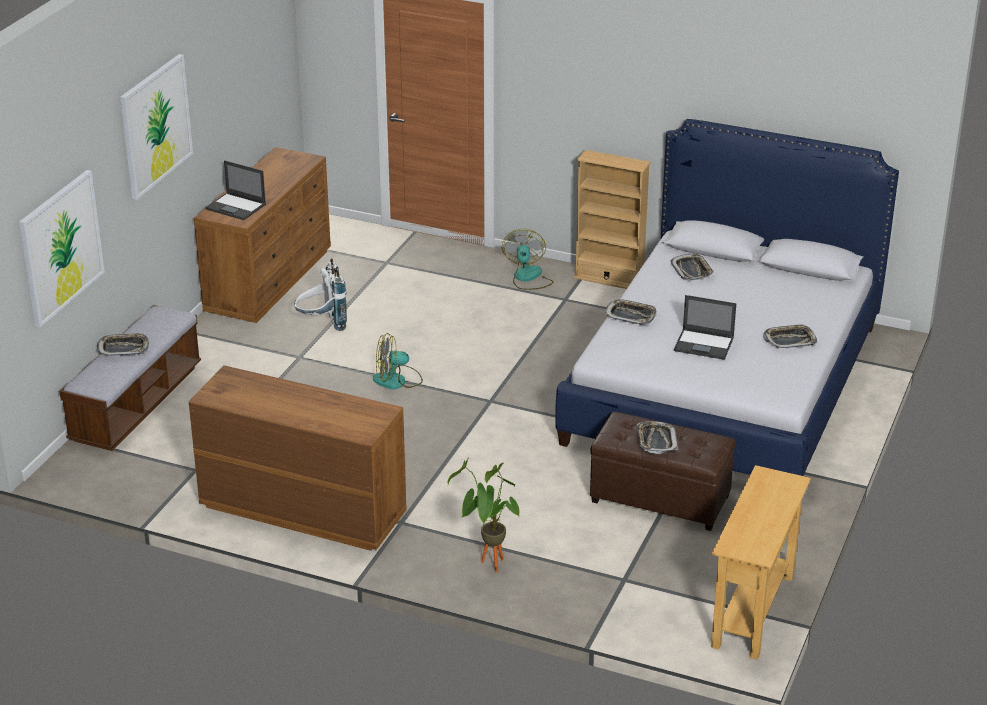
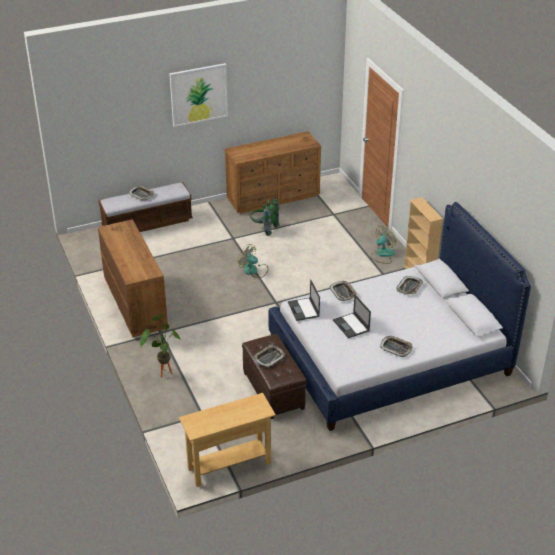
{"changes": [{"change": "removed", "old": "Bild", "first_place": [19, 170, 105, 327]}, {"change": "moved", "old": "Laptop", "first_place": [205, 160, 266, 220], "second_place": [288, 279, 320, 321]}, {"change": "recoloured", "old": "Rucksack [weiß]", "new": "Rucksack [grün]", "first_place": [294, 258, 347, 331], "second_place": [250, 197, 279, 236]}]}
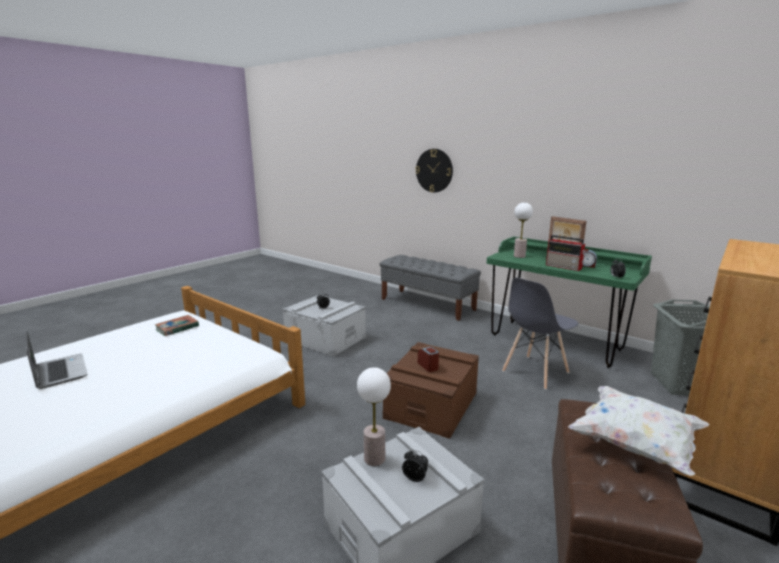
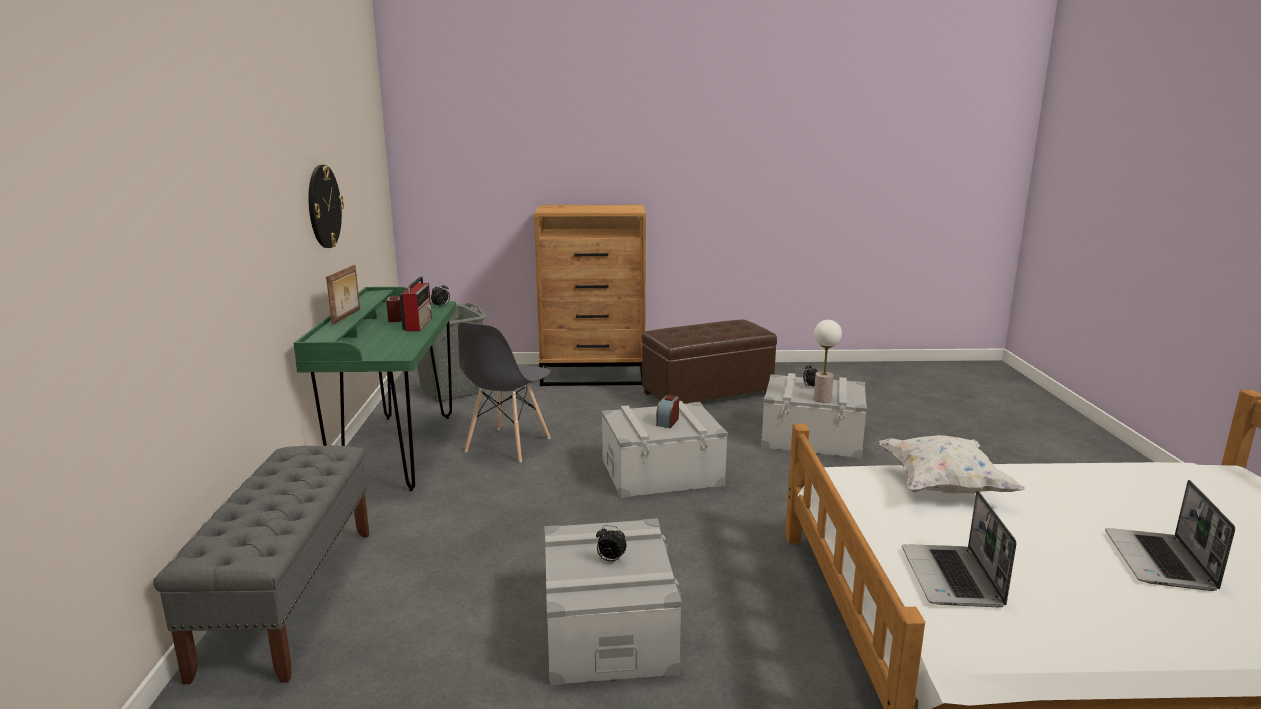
{"changes": [{"change": "replaced", "old": "Buch", "new": "Laptop", "first_place": [155, 315, 199, 336], "second_place": [902, 490, 1016, 607]}, {"change": "recoloured", "old": "Aufbewahrungsbox [braun]", "new": "Aufbewahrungsbox [grau]", "first_place": [383, 342, 479, 439], "second_place": [601, 401, 728, 498]}, {"change": "moved", "old": "Wanduhr", "first_place": [415, 149, 453, 193], "second_place": [309, 165, 344, 248]}, {"change": "turned", "old": "Stuhl [grau]", "first_place": [502, 278, 579, 390], "second_place": [458, 322, 551, 463], "degrees": 105}, {"change": "removed", "old": "Tischlampe", "first_place": [514, 202, 533, 258]}, {"change": "moved", "old": "Kissen [weiß]", "first_place": [568, 386, 709, 476], "second_place": [879, 435, 1025, 494]}]}
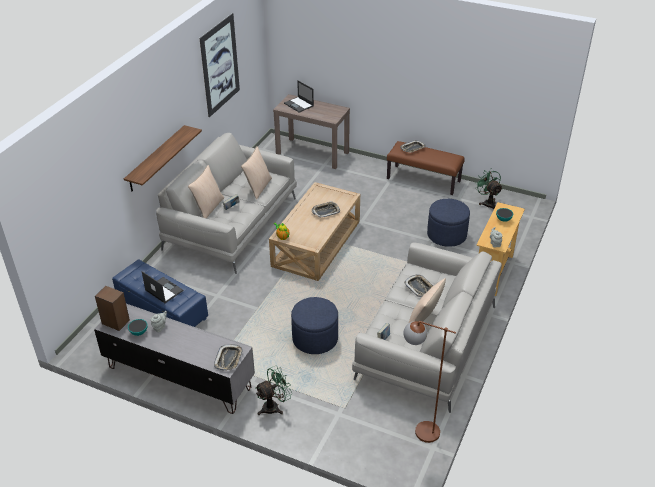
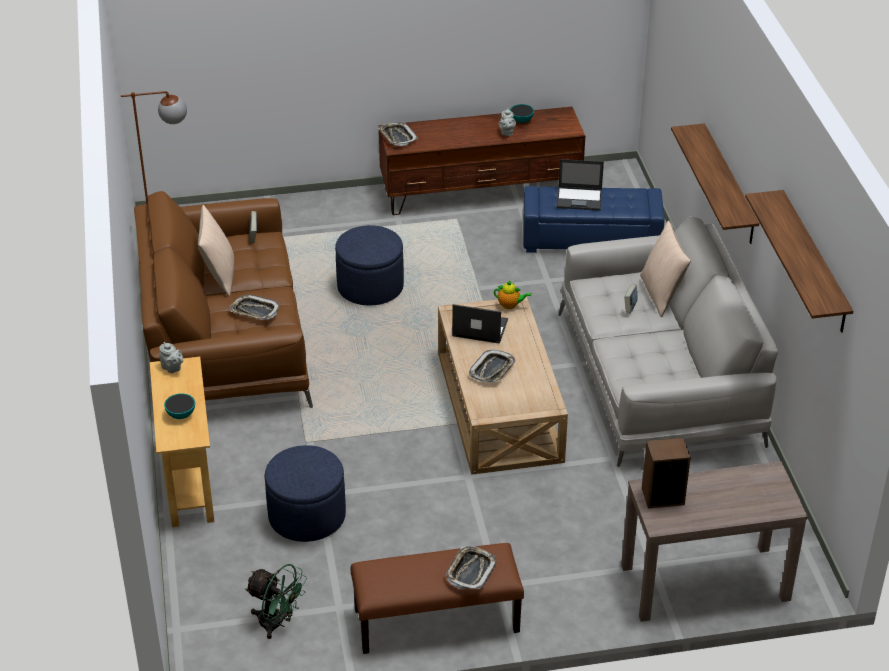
{"changes": [{"change": "recoloured", "old": "Fernsehschrank [grau]", "new": "Fernsehschrank [braun]", "first_place": [94, 304, 255, 414], "second_place": [379, 107, 585, 215]}, {"change": "moved", "old": "Lautsprecher", "first_place": [95, 286, 130, 331], "second_place": [642, 437, 691, 509]}, {"change": "replaced", "old": "Bild", "new": "Wandregal", "first_place": [199, 13, 240, 117], "second_place": [745, 190, 853, 333]}, {"change": "removed", "old": "Kissen [beige]", "first_place": [241, 146, 272, 200]}, {"change": "removed", "old": "Ventilator [grün]", "first_place": [255, 366, 292, 415]}, {"change": "moved", "old": "Laptop", "first_place": [284, 80, 314, 113], "second_place": [452, 304, 508, 344]}, {"change": "recoloured", "old": "Sofa [grau]", "new": "Sofa [braun]", "first_place": [352, 243, 502, 413], "second_place": [134, 191, 313, 408]}]}
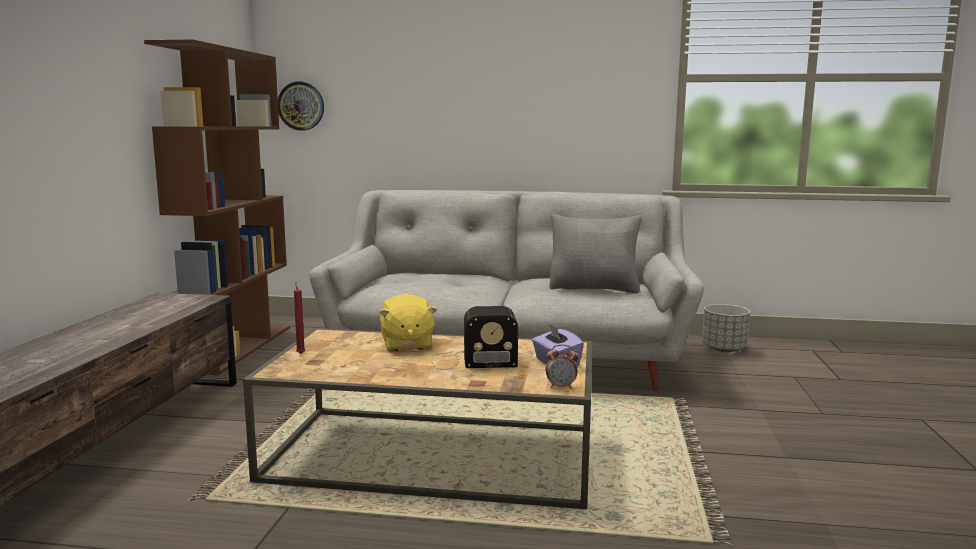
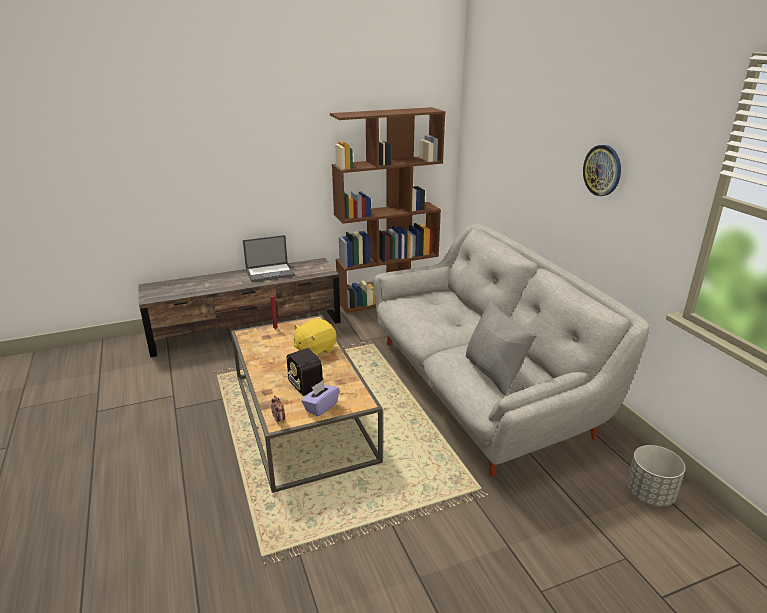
{"changes": [{"change": "moved", "old": "Wanduhr", "first_place": [278, 81, 324, 131], "second_place": [583, 145, 621, 196]}, {"change": "added", "new": "Laptop", "second_place": [243, 235, 295, 282]}]}
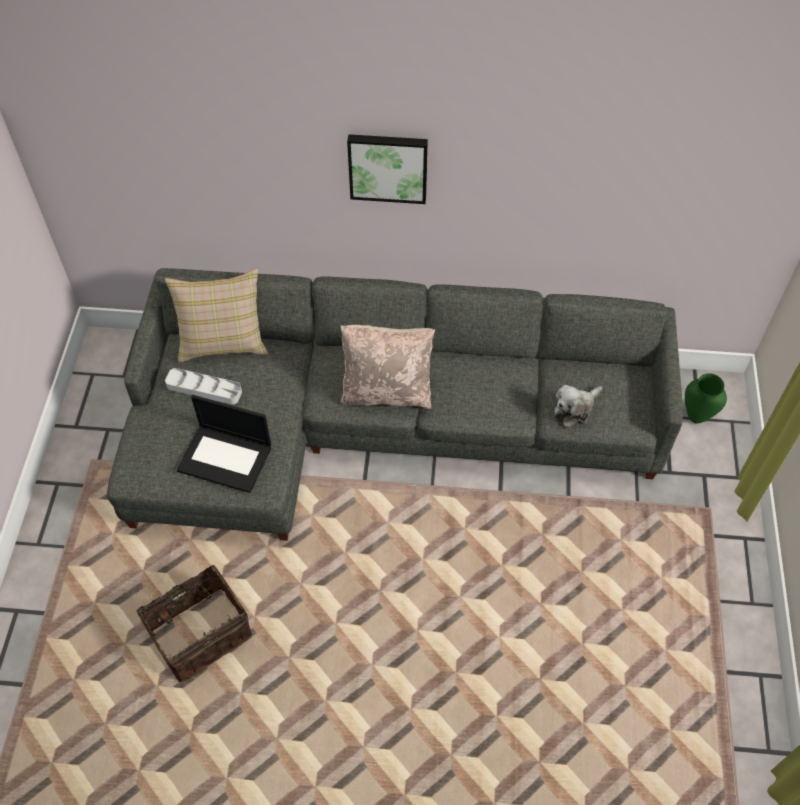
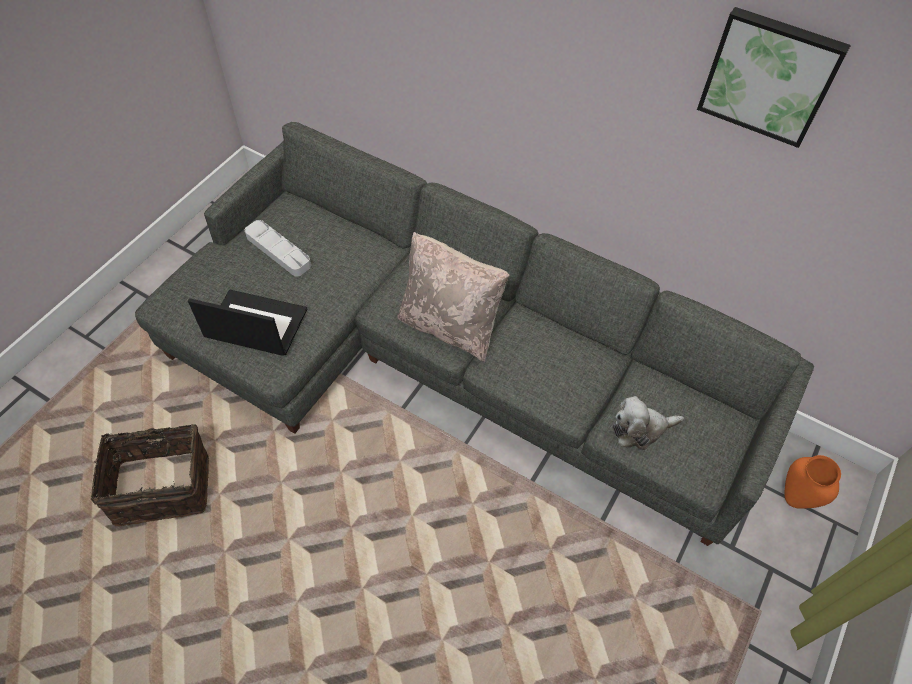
{"changes": [{"change": "removed", "old": "Kissen [beige]", "first_place": [165, 269, 268, 363]}, {"change": "turned", "old": "Laptop", "first_place": [177, 395, 271, 493], "second_place": [188, 290, 307, 356], "degrees": 150}, {"change": "moved", "old": "Bild", "first_place": [347, 134, 428, 204], "second_place": [697, 7, 851, 148]}, {"change": "recoloured", "old": "Vase [grün]", "new": "Vase [orange]", "first_place": [685, 373, 727, 423], "second_place": [784, 455, 841, 509]}]}
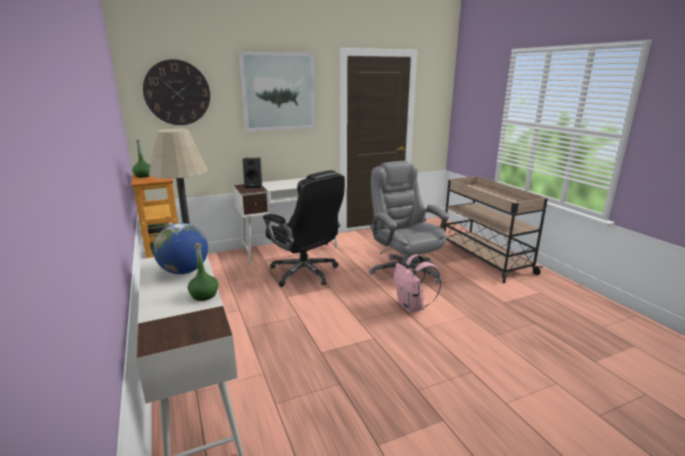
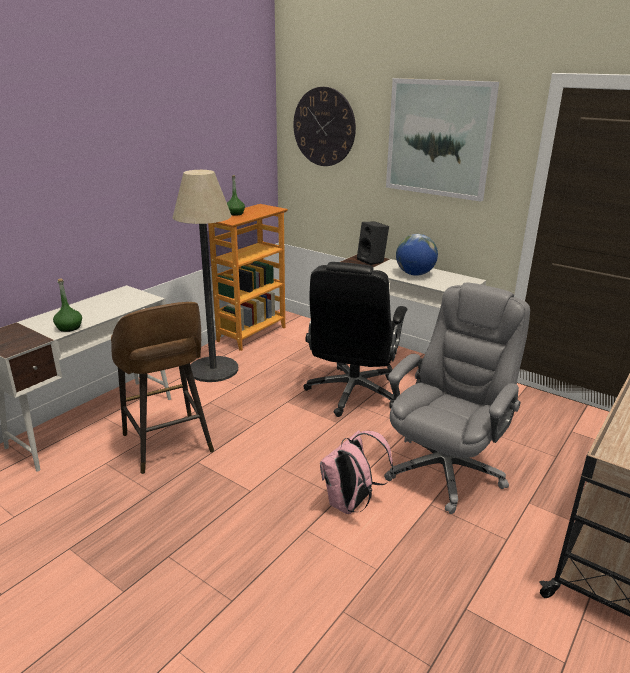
{"changes": [{"change": "moved", "old": "Globus", "first_place": [153, 223, 208, 274], "second_place": [396, 234, 438, 276]}, {"change": "added", "new": "Hocker [braun]", "second_place": [111, 302, 214, 474]}]}
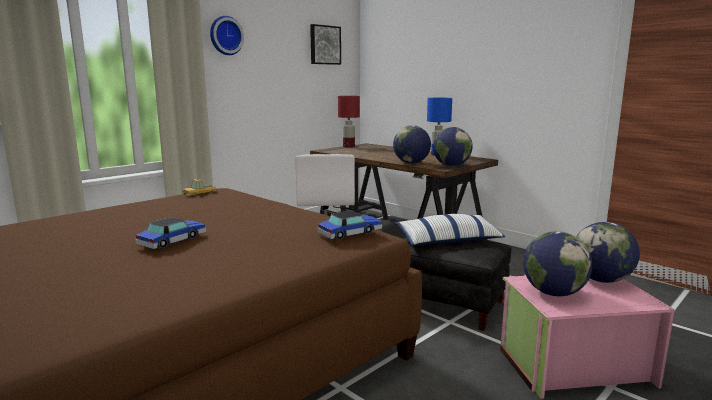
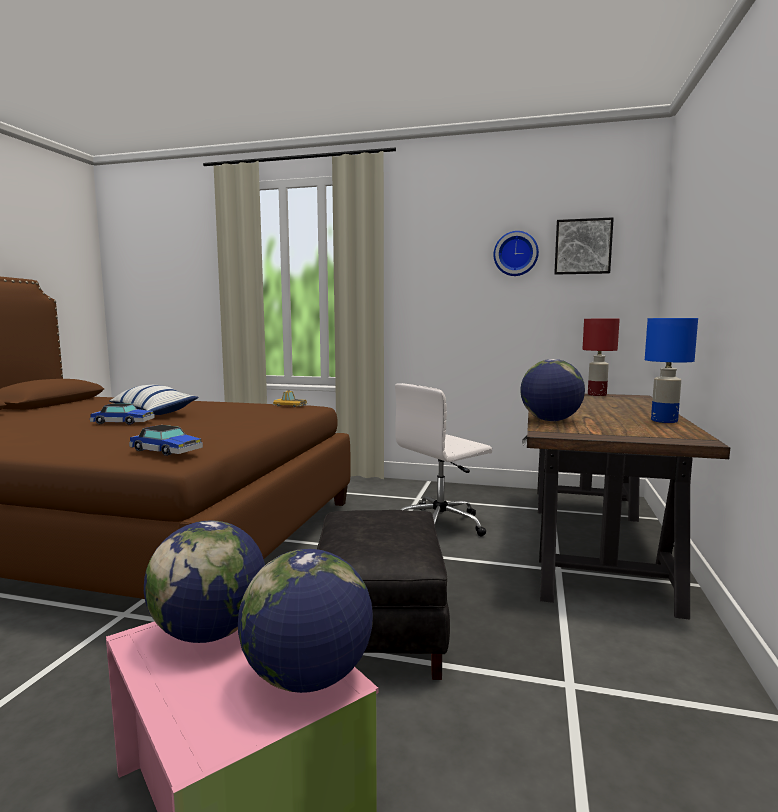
{"changes": [{"change": "moved", "old": "Wanduhr", "first_place": [210, 16, 244, 55], "second_place": [494, 231, 539, 276]}, {"change": "moved", "old": "Kissen", "first_place": [395, 214, 505, 246], "second_place": [109, 385, 199, 415]}, {"change": "removed", "old": "Globus", "first_place": [433, 127, 473, 166]}]}
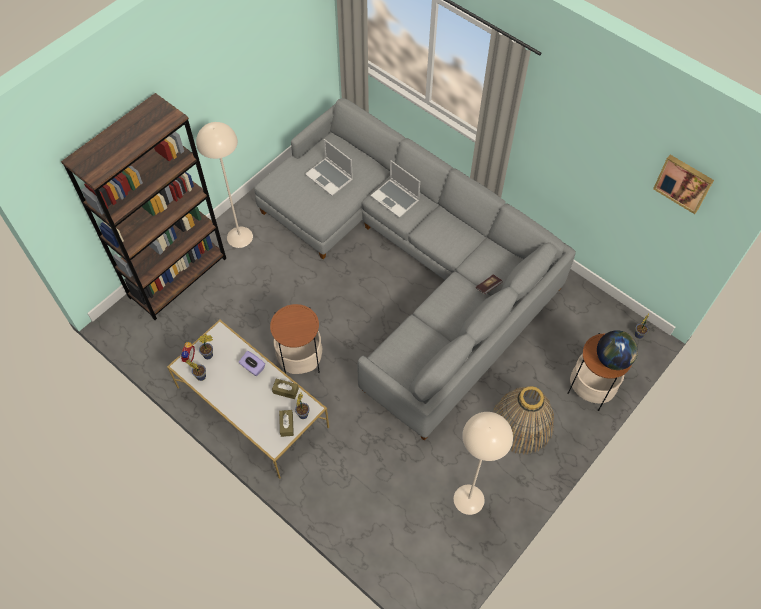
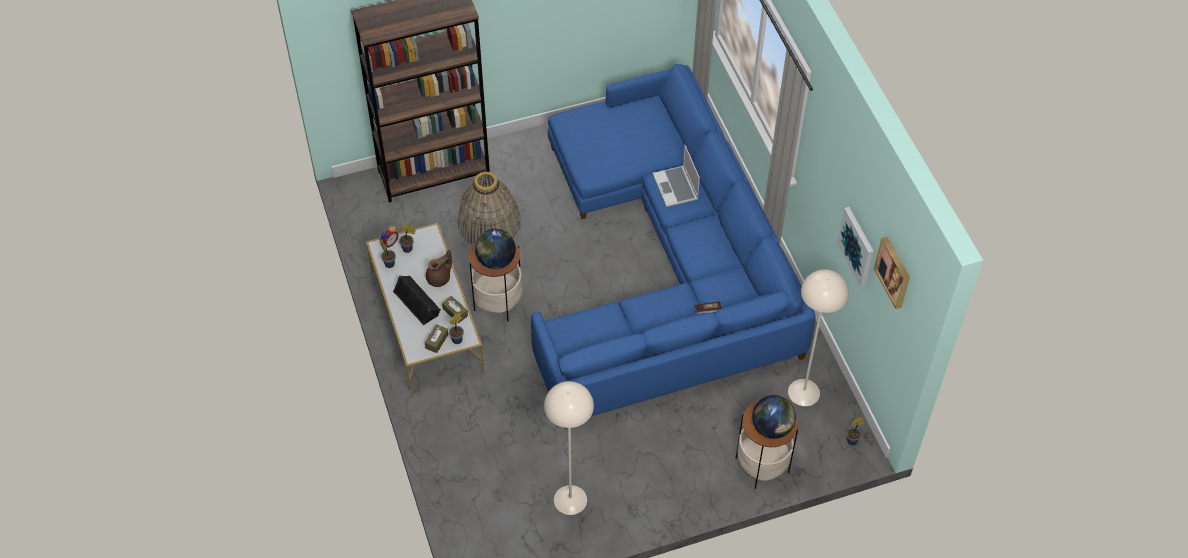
{"changes": [{"change": "moved", "old": "Stehlampe [beige]", "first_place": [196, 122, 253, 248], "second_place": [788, 269, 849, 406]}, {"change": "replaced", "old": "Taschentuchbox [lila]", "new": "Teekanne [braun]", "first_place": [239, 351, 265, 376], "second_place": [426, 250, 452, 287]}, {"change": "recoloured", "old": "Sofa [grau]", "new": "Sofa [blau]", "first_place": [254, 98, 576, 441], "second_place": [531, 64, 815, 429]}, {"change": "removed", "old": "Laptop", "first_place": [305, 139, 353, 196]}, {"change": "moved", "old": "Korb", "first_place": [493, 386, 554, 454], "second_place": [457, 172, 521, 245]}, {"change": "added", "new": "Lautsprecher [schwarz]", "second_place": [393, 275, 441, 326]}, {"change": "added", "new": "Globus", "second_place": [475, 229, 516, 269]}, {"change": "added", "new": "Bild", "second_place": [837, 207, 874, 287]}]}
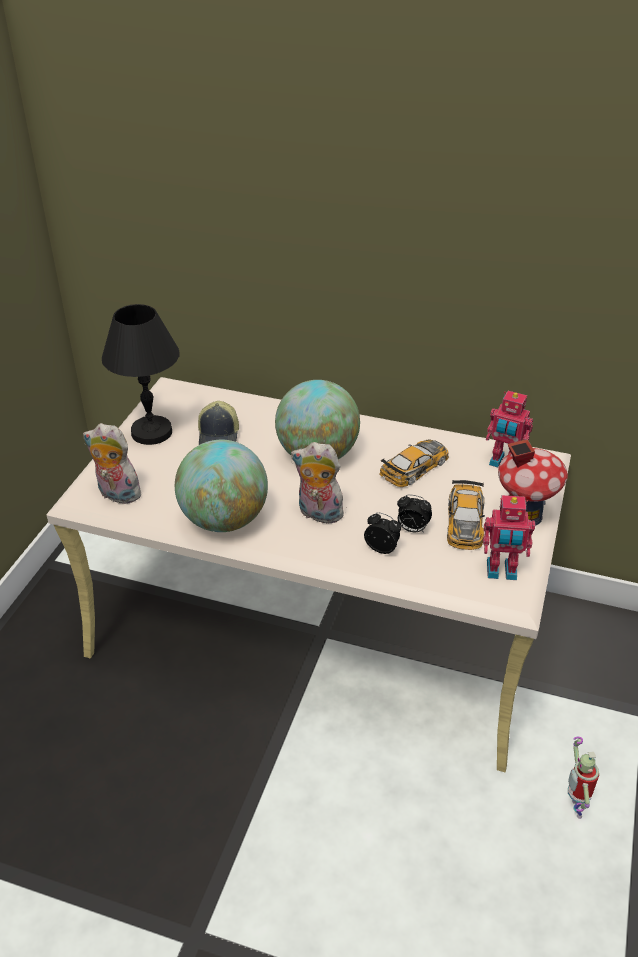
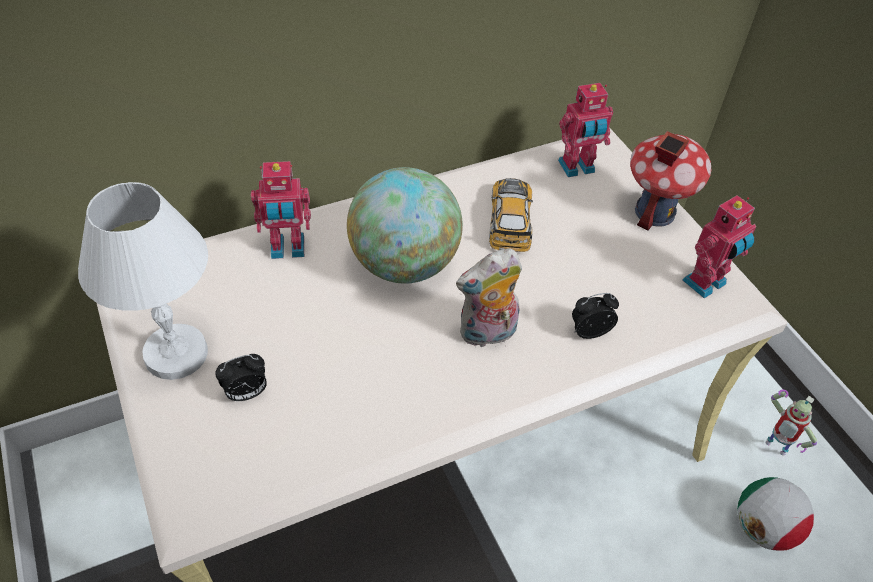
{"changes": [{"change": "removed", "old": "Plüschtier", "first_place": [83, 423, 141, 504]}, {"change": "recoloured", "old": "Tischlampe [schwarz]", "new": "Tischlampe [weiß]", "first_place": [102, 304, 180, 445], "second_place": [78, 182, 208, 380]}, {"change": "removed", "old": "Globus", "first_place": [175, 440, 268, 532]}, {"change": "removed", "old": "Kappe", "first_place": [198, 401, 239, 445]}, {"change": "moved", "old": "Wecker", "first_place": [397, 494, 432, 533], "second_place": [215, 354, 267, 401]}, {"change": "removed", "old": "Spielzeugauto", "first_place": [447, 480, 485, 550]}, {"change": "added", "new": "Spielzeugroboter", "second_place": [251, 161, 311, 259]}, {"change": "added", "new": "Fußball", "second_place": [737, 477, 814, 551]}]}
